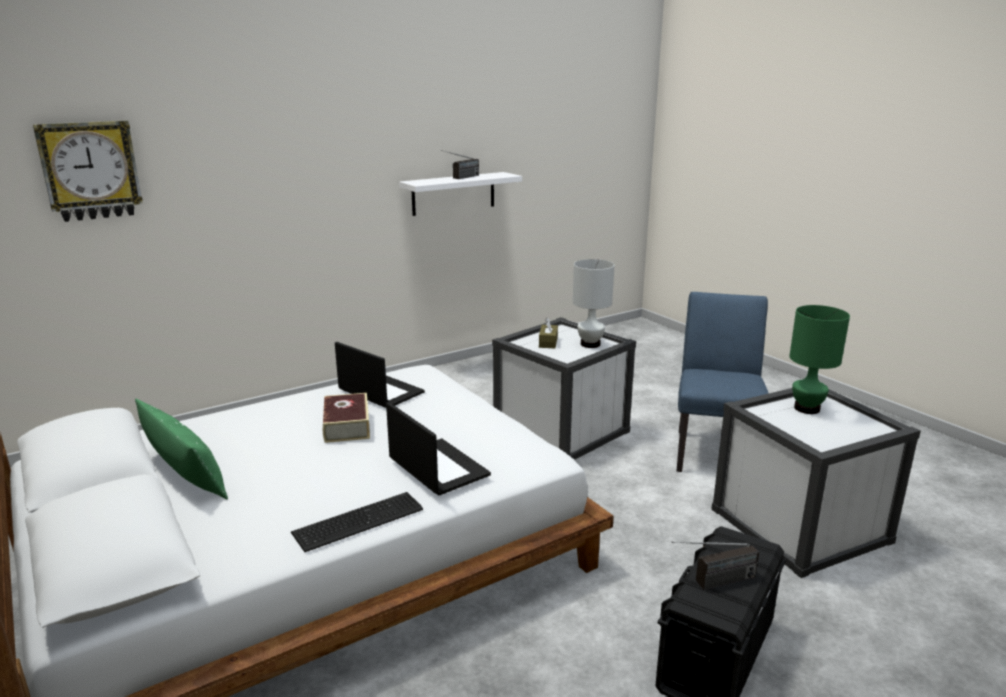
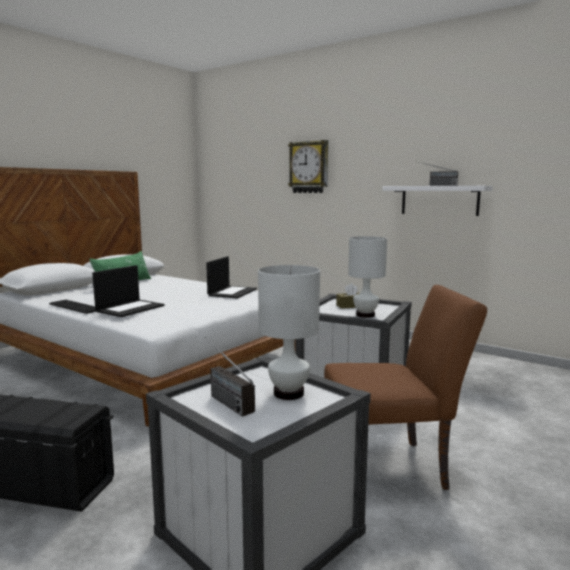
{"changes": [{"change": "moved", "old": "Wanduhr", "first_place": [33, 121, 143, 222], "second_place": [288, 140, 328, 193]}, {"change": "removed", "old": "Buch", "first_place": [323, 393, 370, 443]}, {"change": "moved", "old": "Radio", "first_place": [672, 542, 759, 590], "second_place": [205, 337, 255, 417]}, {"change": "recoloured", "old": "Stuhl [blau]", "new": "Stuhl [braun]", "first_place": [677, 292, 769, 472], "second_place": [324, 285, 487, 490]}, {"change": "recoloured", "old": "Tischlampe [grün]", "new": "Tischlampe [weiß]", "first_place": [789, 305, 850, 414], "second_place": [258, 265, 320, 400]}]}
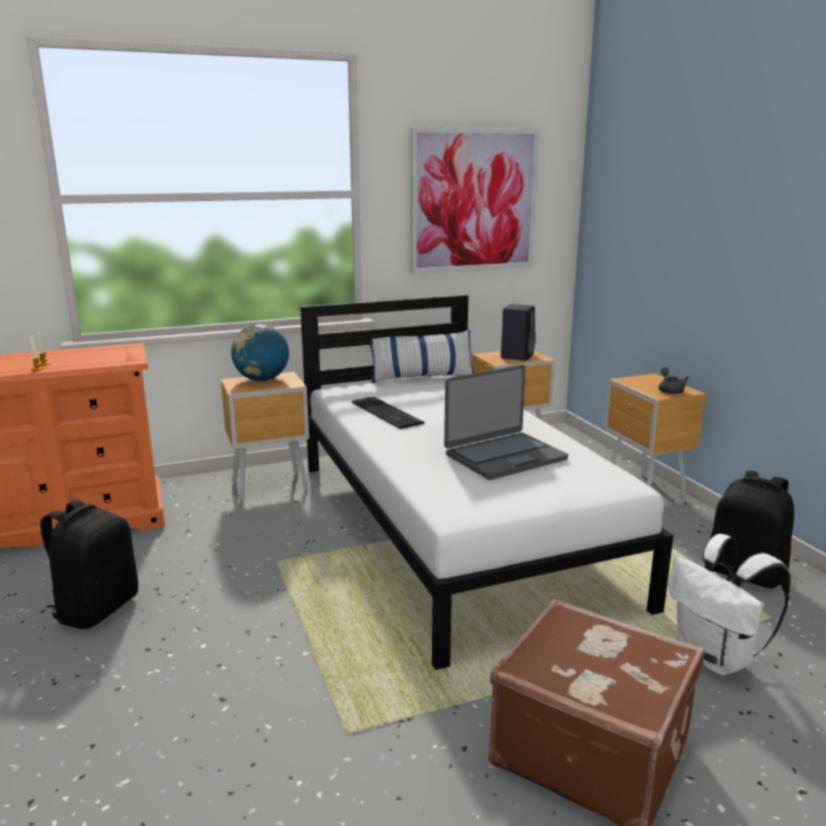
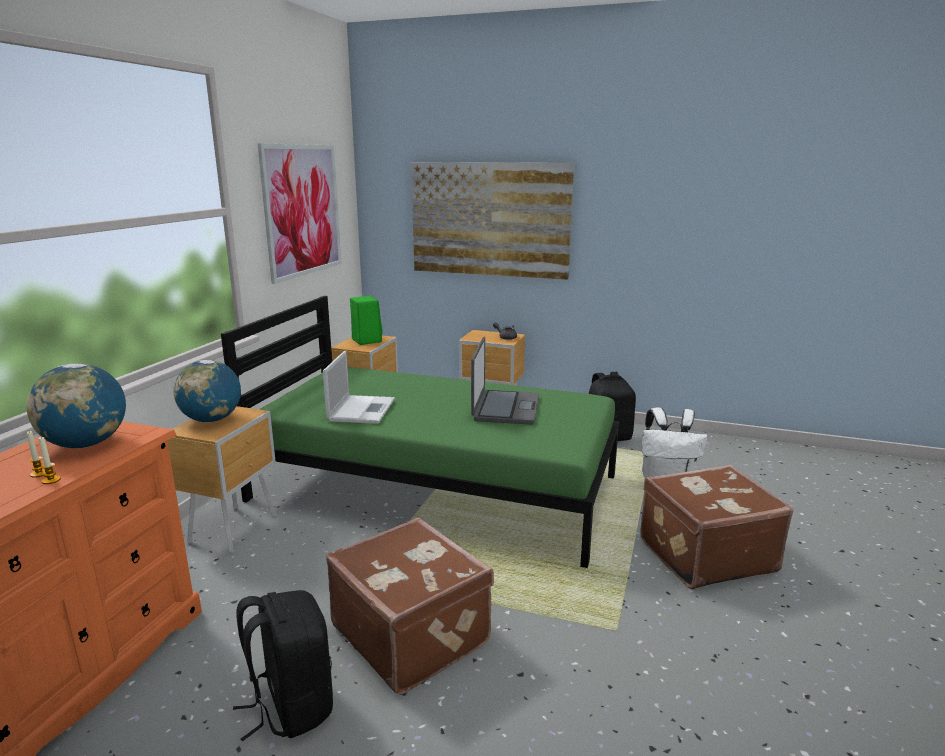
{"changes": [{"change": "recoloured", "old": "Bett [weiß]", "new": "Bett [grün]", "first_place": [300, 295, 674, 670], "second_place": [221, 296, 619, 568]}, {"change": "replaced", "old": "Tastatur", "new": "Laptop", "first_place": [352, 396, 425, 429], "second_place": [323, 351, 395, 424]}, {"change": "removed", "old": "Kissen", "first_place": [370, 329, 474, 383]}, {"change": "recoloured", "old": "Lautsprecher [schwarz]", "new": "Lautsprecher [grün]", "first_place": [501, 304, 536, 361], "second_place": [350, 296, 382, 345]}, {"change": "added", "new": "Globus", "second_place": [27, 363, 126, 448]}, {"change": "added", "new": "Koffer [braun]", "second_place": [326, 517, 494, 695]}, {"change": "added", "new": "Bild", "second_place": [411, 162, 574, 280]}]}
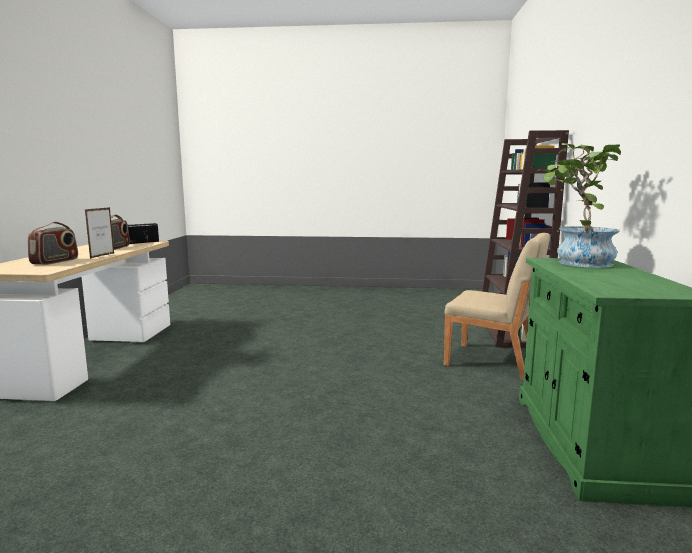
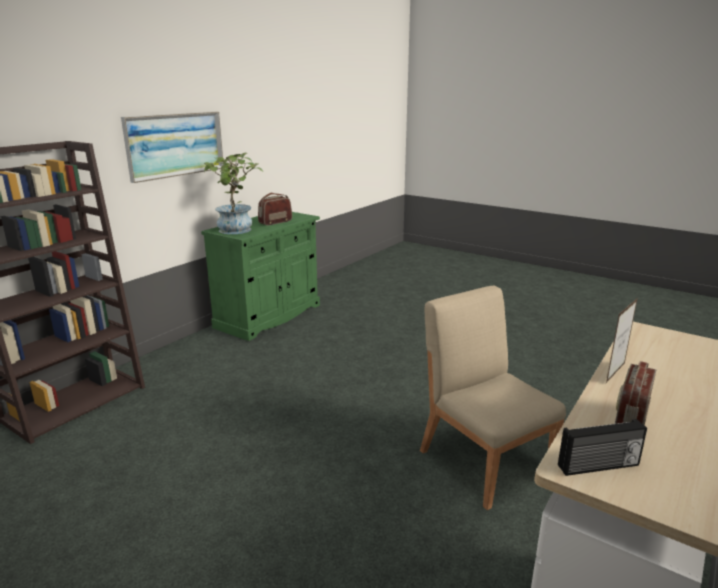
{"changes": [{"change": "moved", "old": "Radio", "first_place": [28, 222, 78, 265], "second_place": [258, 193, 292, 225]}, {"change": "moved", "old": "Stuhl [beige]", "first_place": [444, 233, 550, 380], "second_place": [420, 285, 566, 510]}, {"change": "added", "new": "Bild", "second_place": [121, 111, 224, 183]}]}
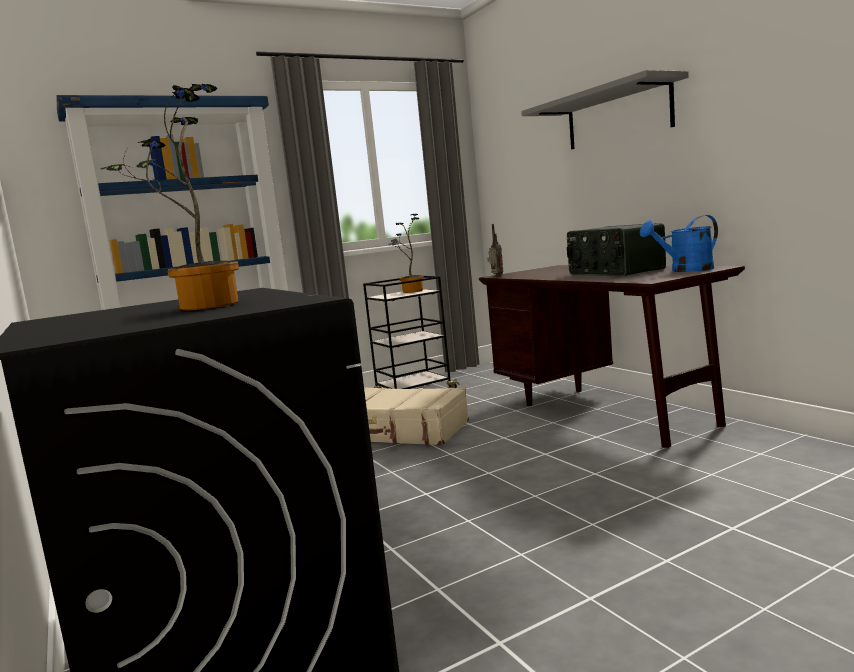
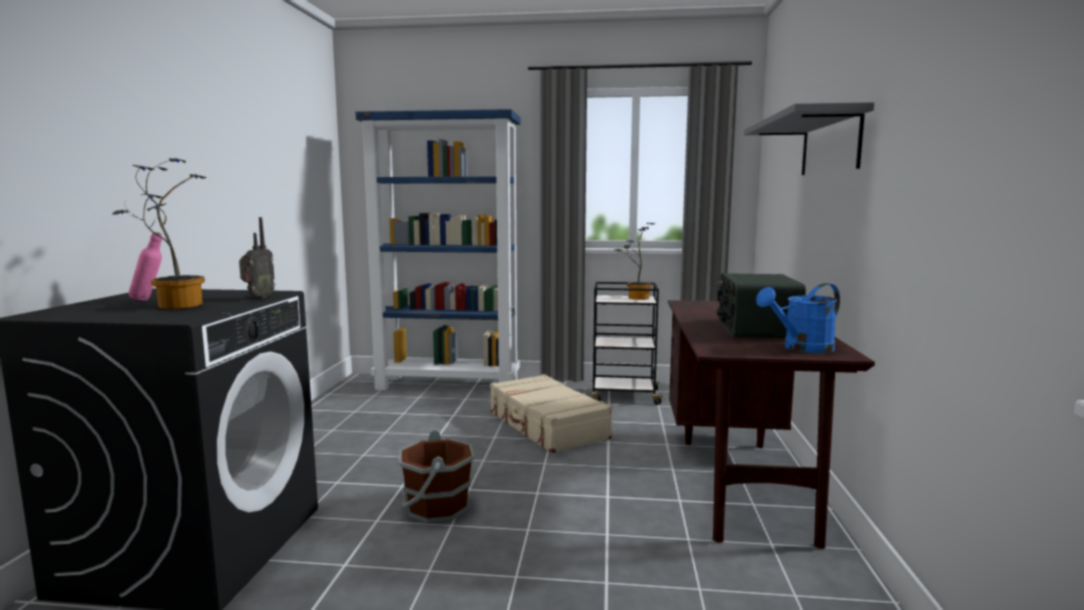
{"changes": [{"change": "moved", "old": "Radio", "first_place": [488, 224, 503, 277], "second_place": [239, 217, 275, 298]}, {"change": "turned", "old": "Gießkanne [blau]", "first_place": [640, 215, 718, 272], "second_place": [756, 283, 840, 353], "degrees": -45}, {"change": "added", "new": "Flasche [rosa]", "second_place": [129, 232, 162, 301]}, {"change": "added", "new": "Eimer [braun]", "second_place": [399, 430, 474, 523]}]}
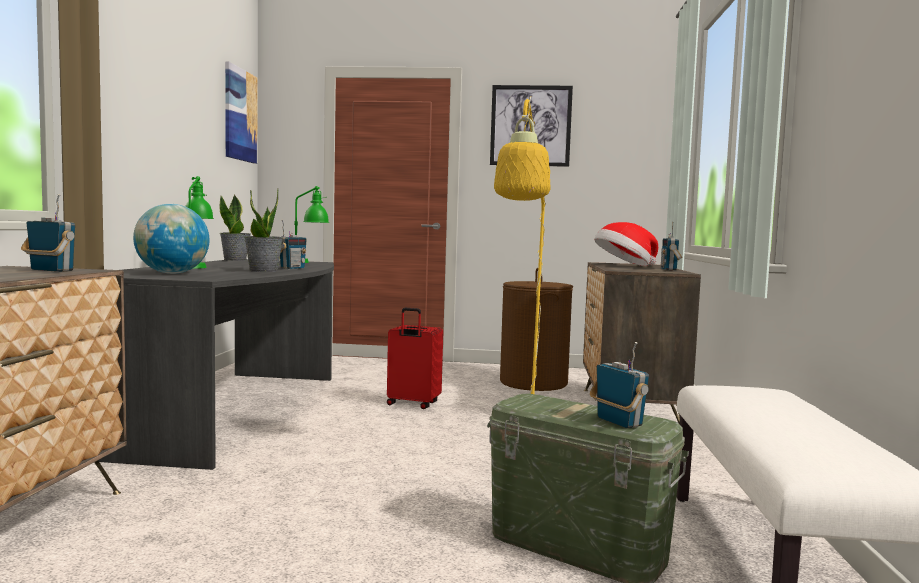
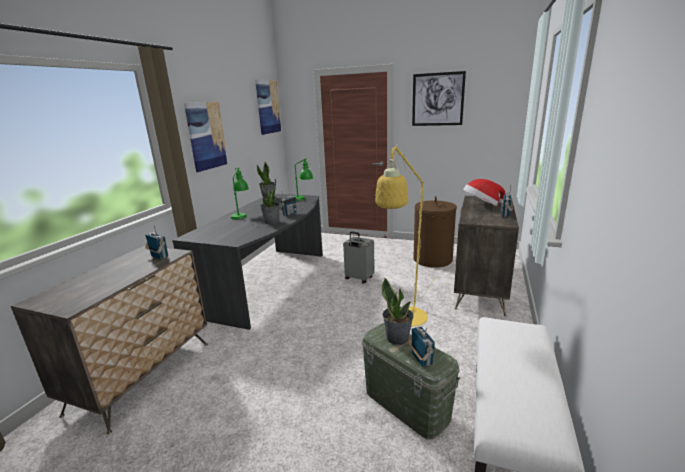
{"changes": [{"change": "removed", "old": "Globus", "first_place": [133, 204, 210, 274]}, {"change": "recoloured", "old": "Koffer [rot]", "new": "Koffer [grau]", "first_place": [387, 308, 443, 409], "second_place": [343, 231, 375, 284]}, {"change": "added", "new": "Bild", "second_place": [184, 102, 228, 172]}, {"change": "added", "new": "Topfpflanze", "second_place": [382, 278, 414, 345]}]}
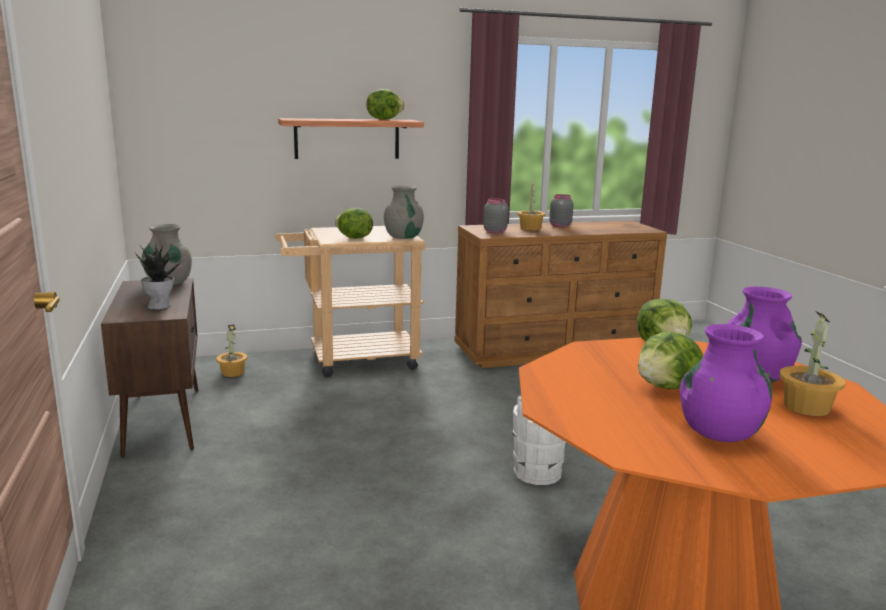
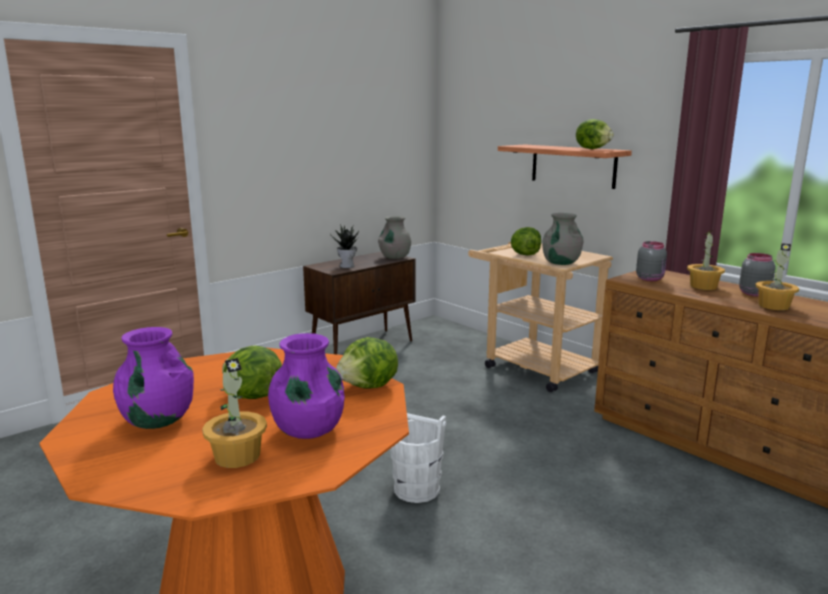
{"changes": [{"change": "moved", "old": "Topfpflanze", "first_place": [216, 324, 248, 377], "second_place": [755, 243, 799, 310]}]}
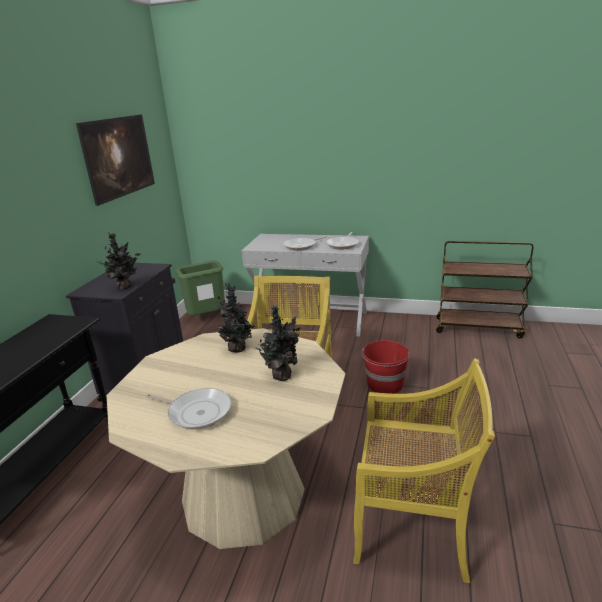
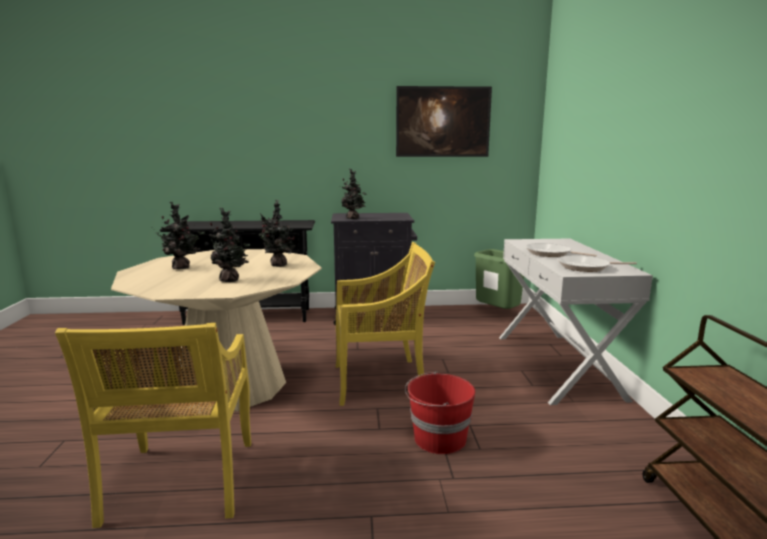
{"changes": [{"change": "replaced", "old": "Pfanne", "new": "Topfpflanze", "first_place": [146, 388, 231, 430], "second_place": [156, 202, 205, 269]}]}
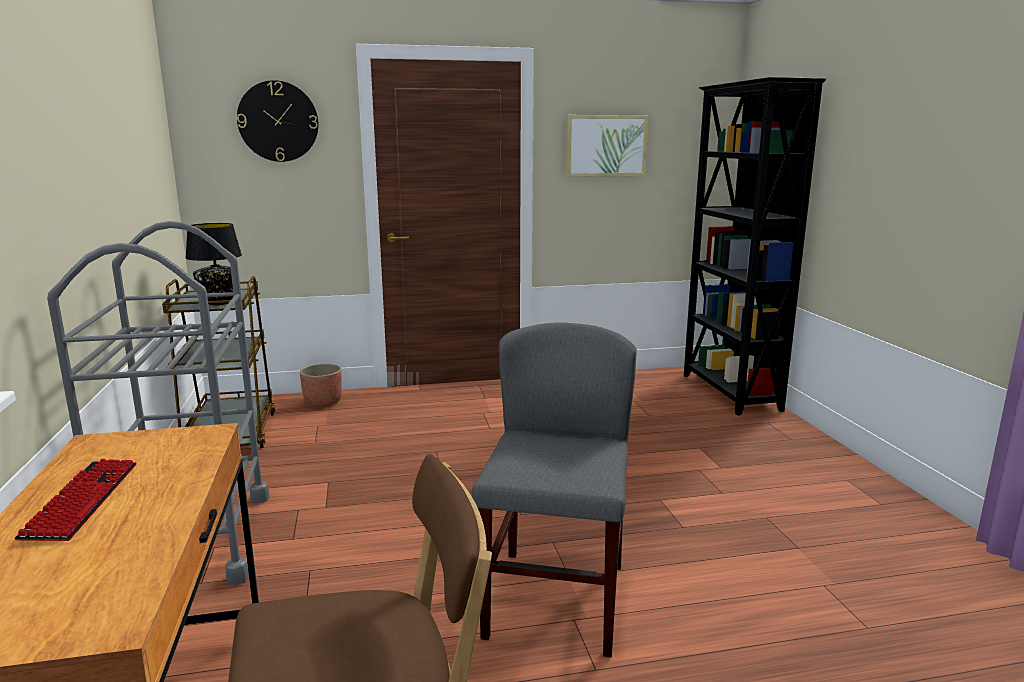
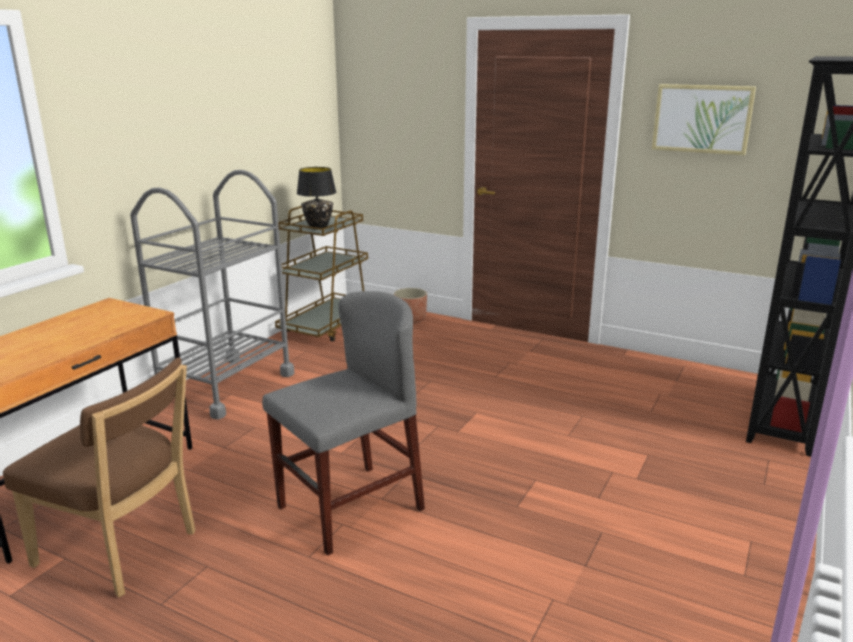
{"changes": [{"change": "removed", "old": "Tastatur", "first_place": [15, 459, 137, 541]}, {"change": "removed", "old": "Wanduhr", "first_place": [237, 80, 318, 162]}]}
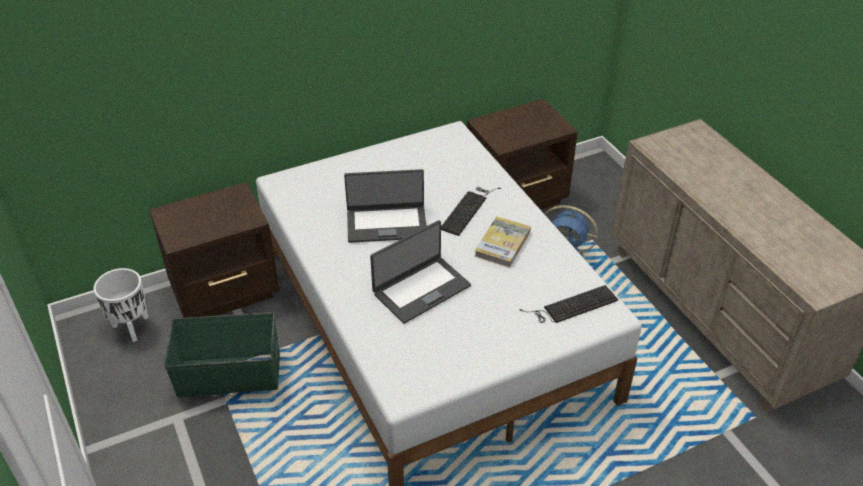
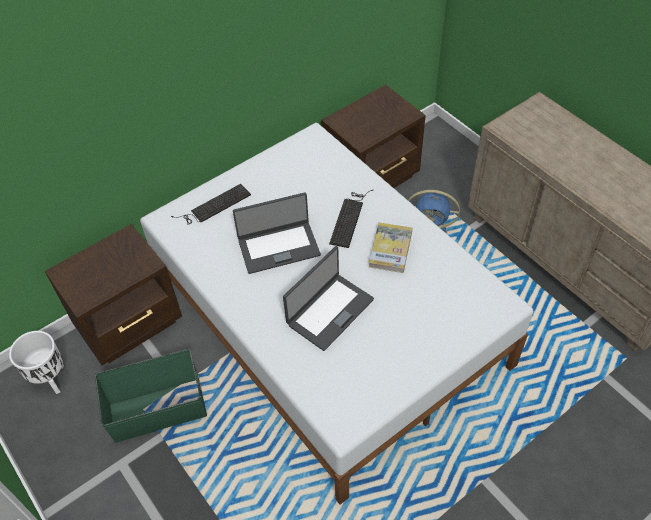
{"changes": [{"change": "moved", "old": "Tastatur", "first_place": [520, 285, 618, 323], "second_place": [171, 184, 251, 225]}]}
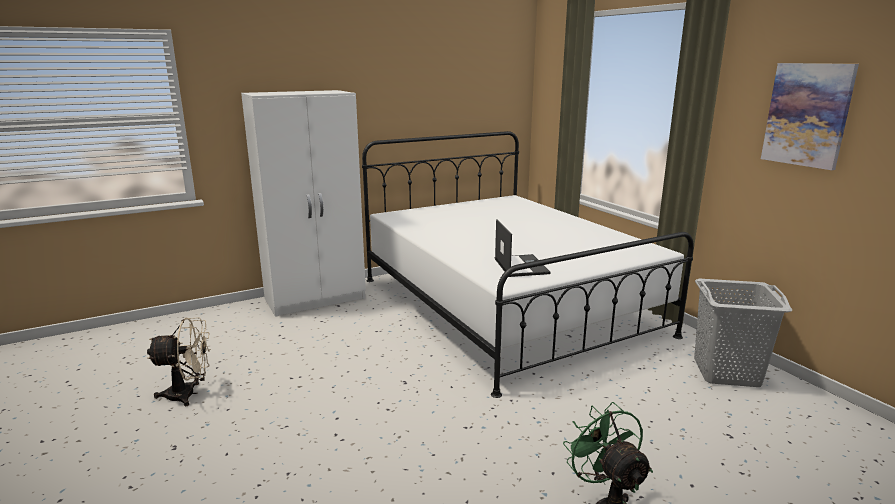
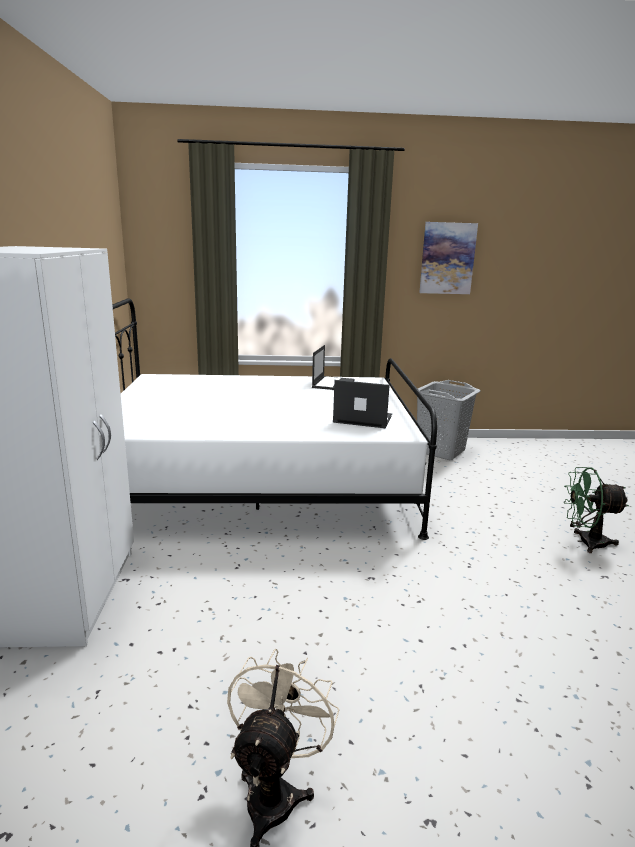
{"changes": [{"change": "added", "new": "Laptop", "second_place": [312, 345, 355, 390]}]}
